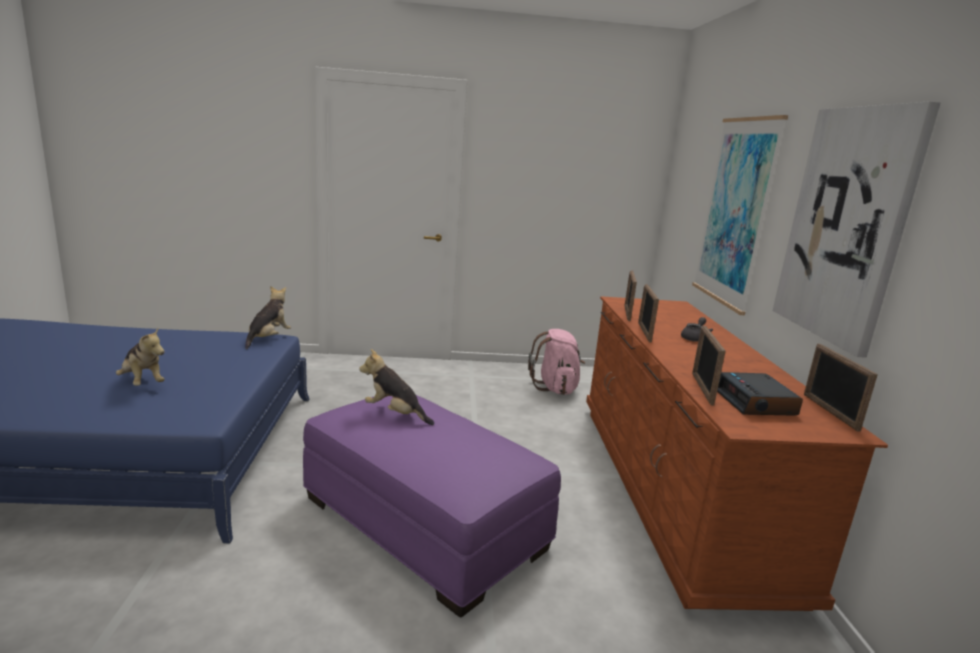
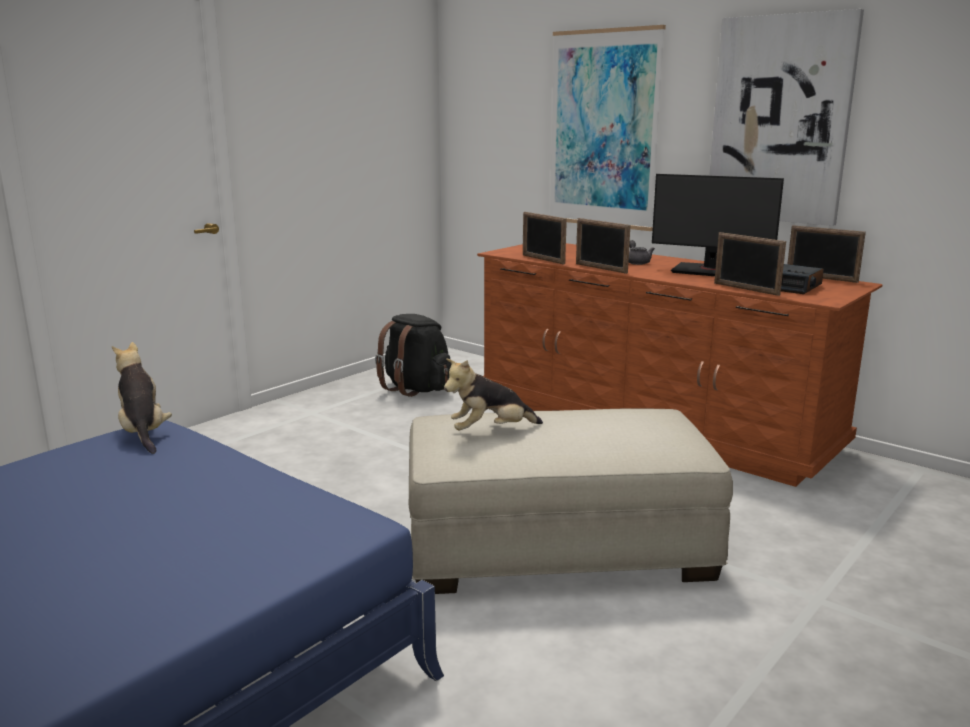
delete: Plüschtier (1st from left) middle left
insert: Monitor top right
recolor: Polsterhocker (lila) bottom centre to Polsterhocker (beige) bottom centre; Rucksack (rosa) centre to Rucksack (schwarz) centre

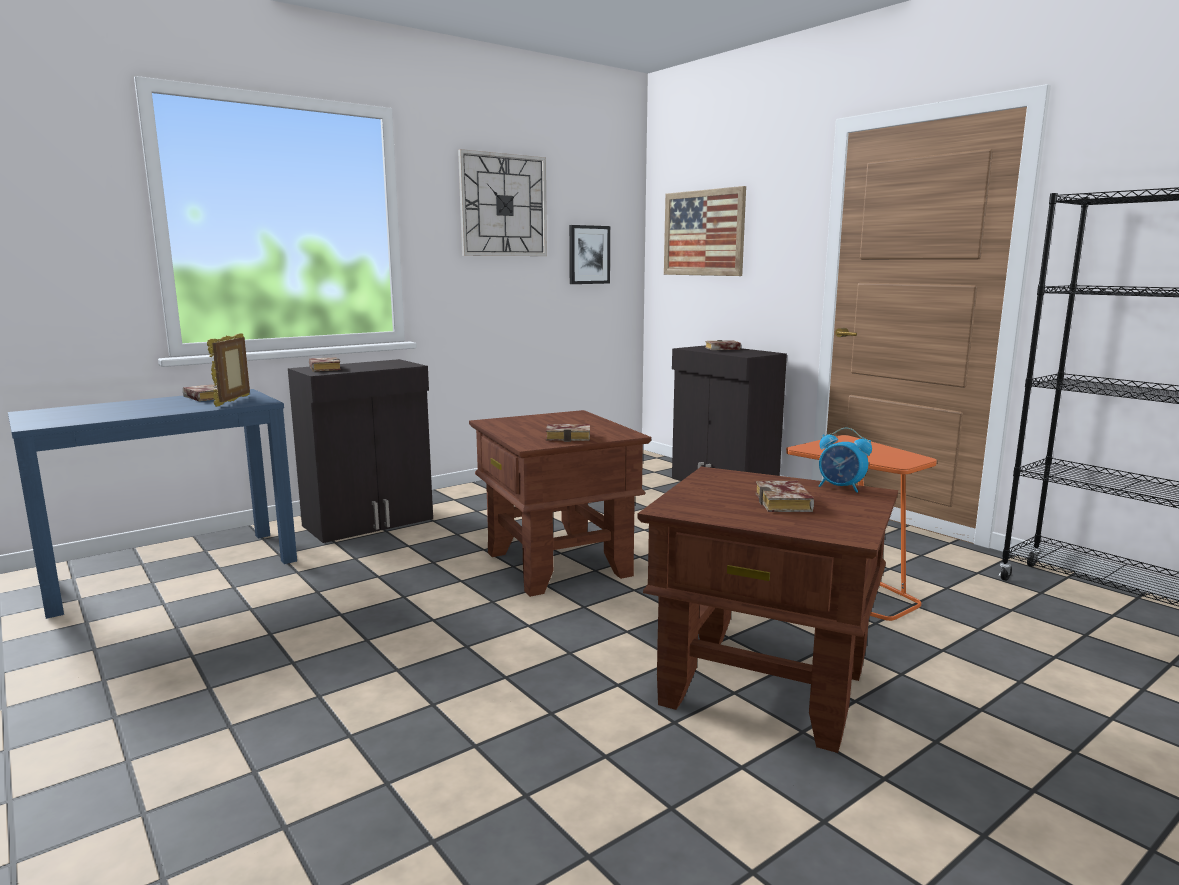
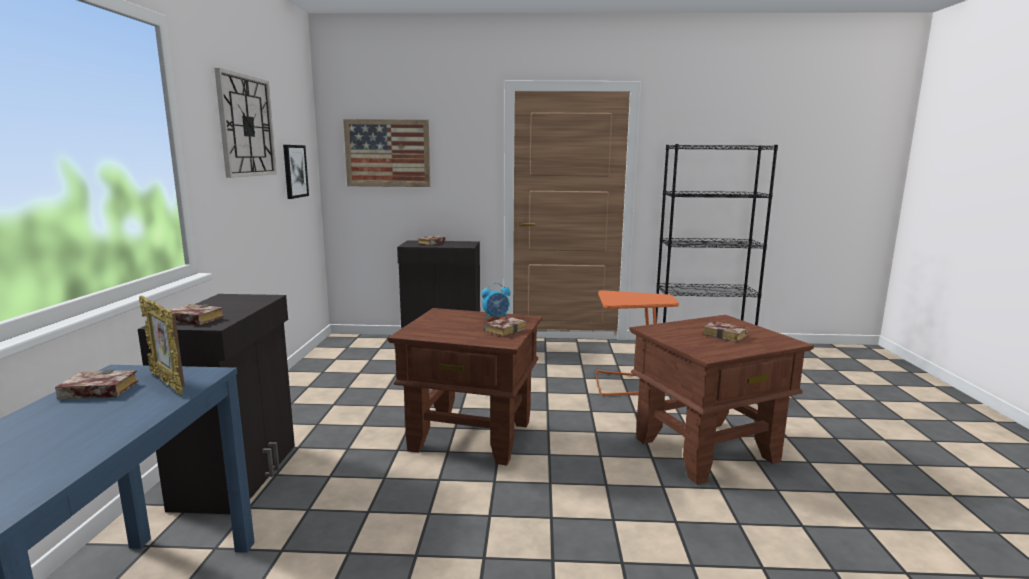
move: Wecker middle right to centre

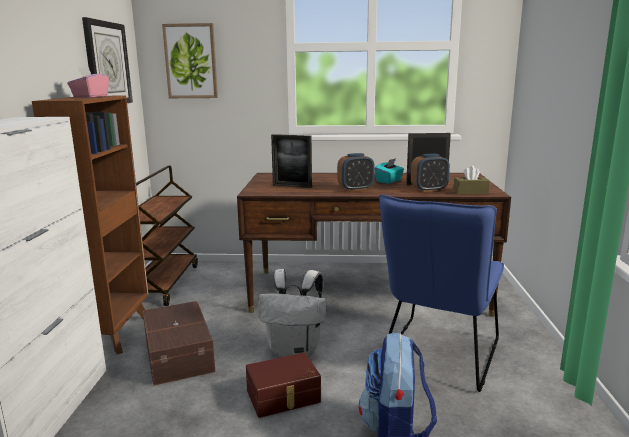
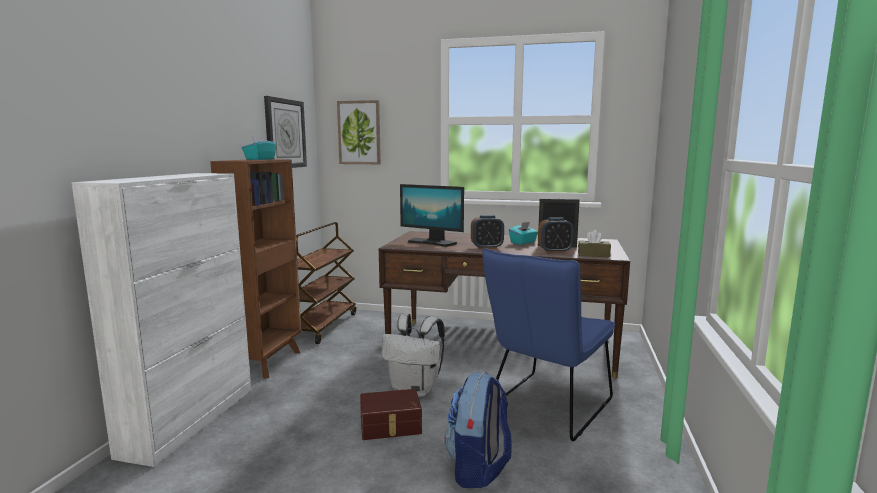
delete: Aufbewahrungsbox (braun) (1st from left) bottom left
replace: Bilderrahmen (1st from left) centre to Monitor centre
recolor: Taschentuchbox (rosa) top left to Taschentuchbox (türkis) (1st from left) top left

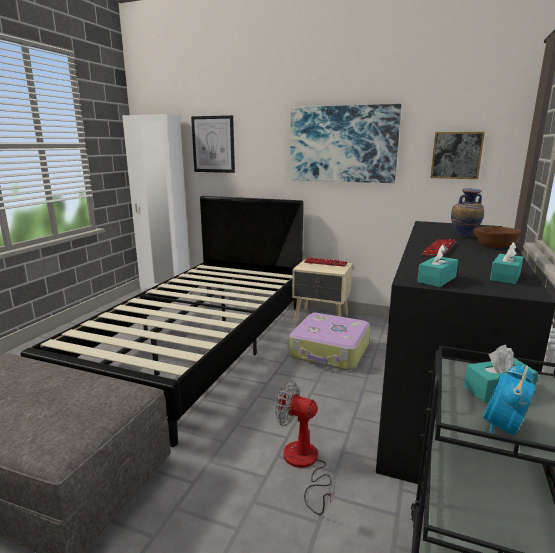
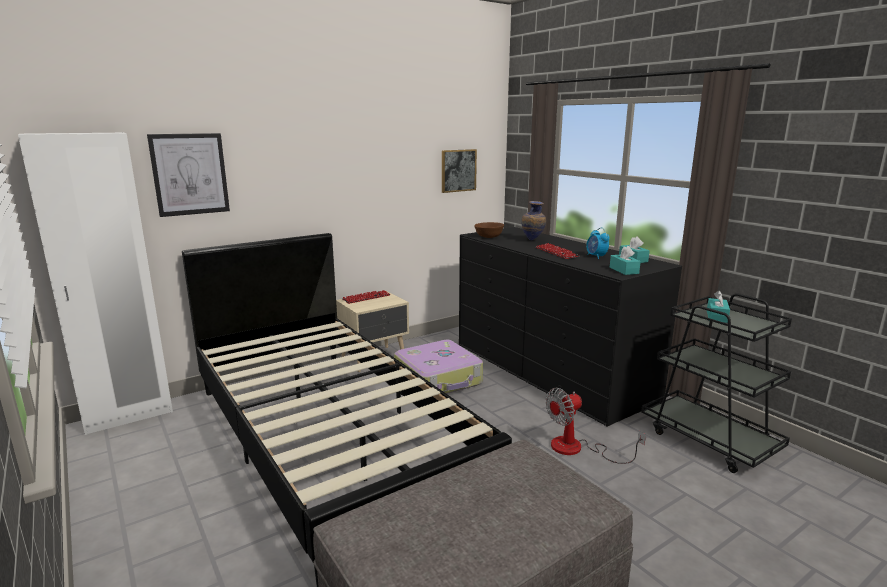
delete: Bild (2nd from left) top centre
move: Schüssel (braun) middle right to centre; Wecker bottom right to middle right

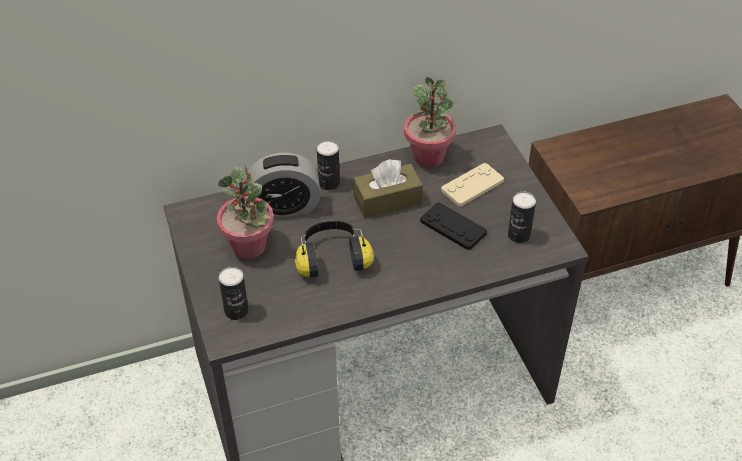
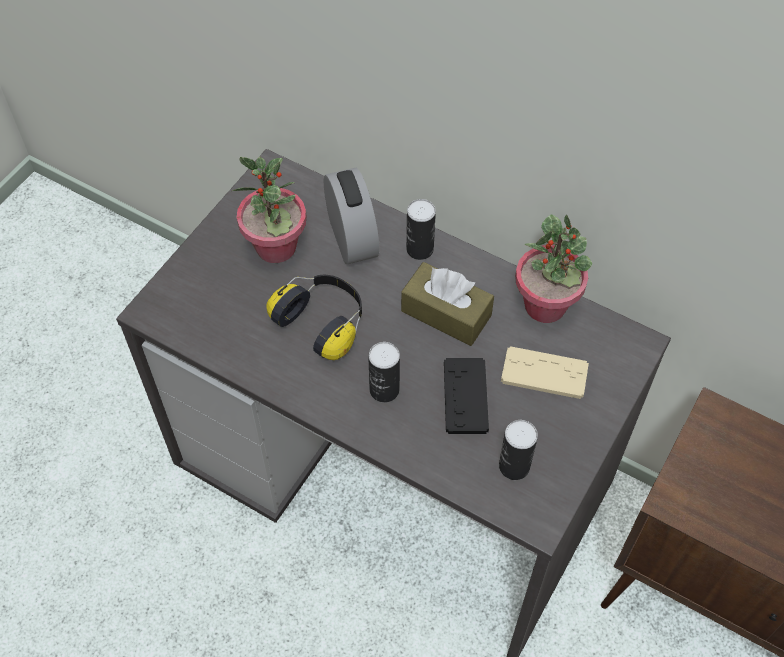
move: Dose (1st from left) middle left to centre
rotate: Wecker centre = top centre 150 degrees counterclockwise

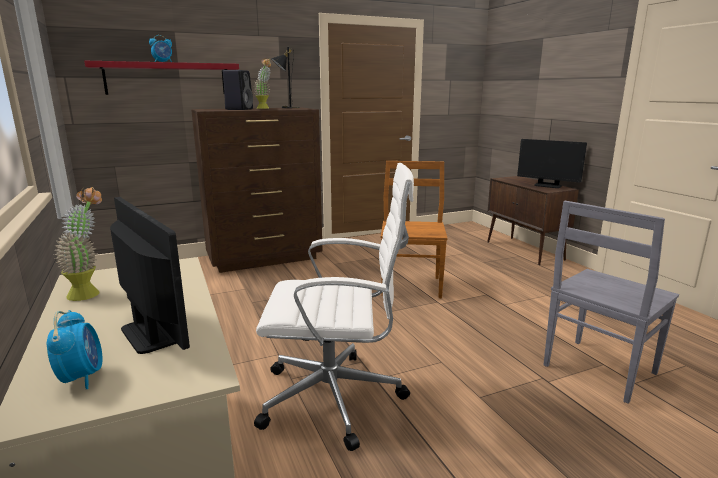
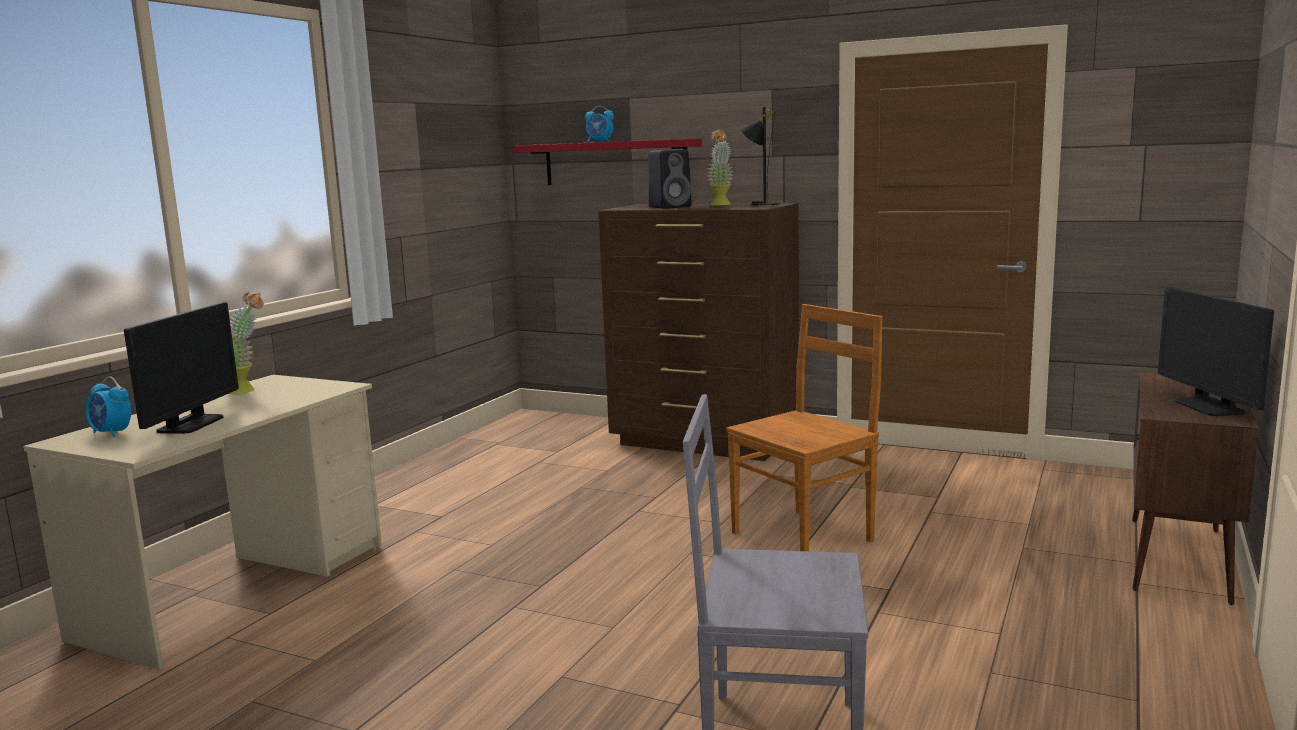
delete: Bürostuhl (weiß) centre
rotate: Wecker (1st from left) bottom left = middle left 90 degrees clockwise

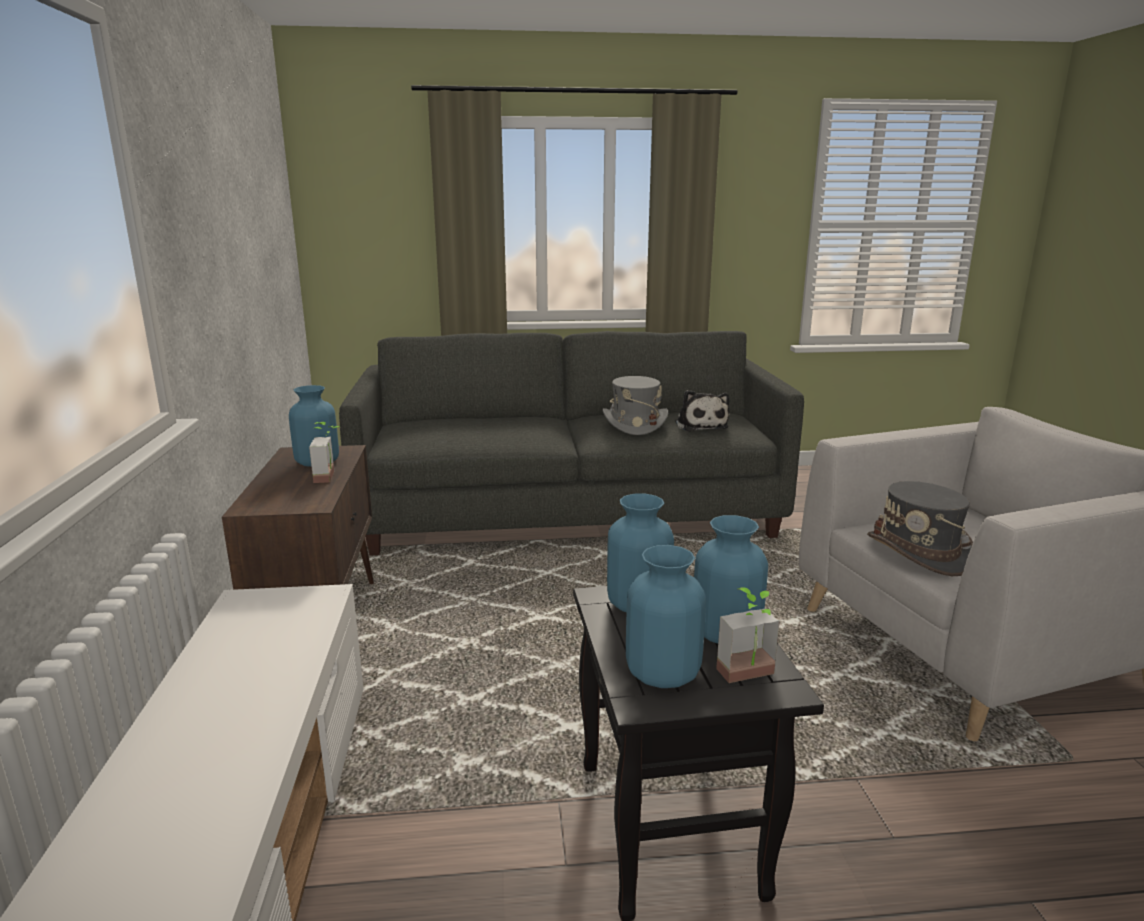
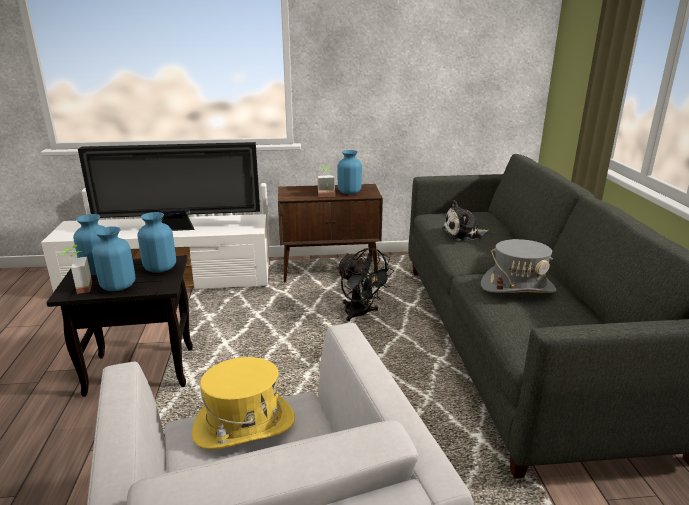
insert: Fernseher middle left; Ventilator (schwarz) centre
move: Plüschtier centre to middle right
recolor: Hut (grau) (2nd from left) middle right to Hut (gelb) bottom centre

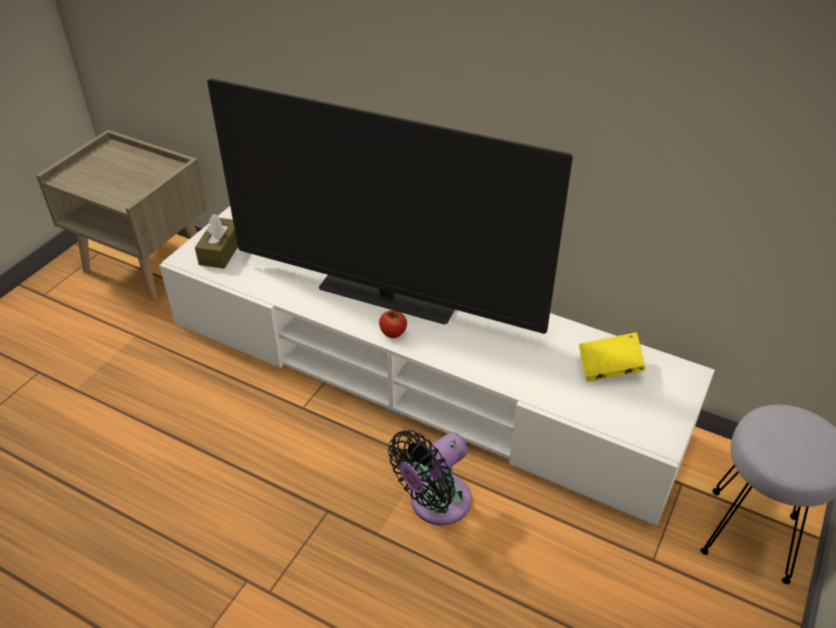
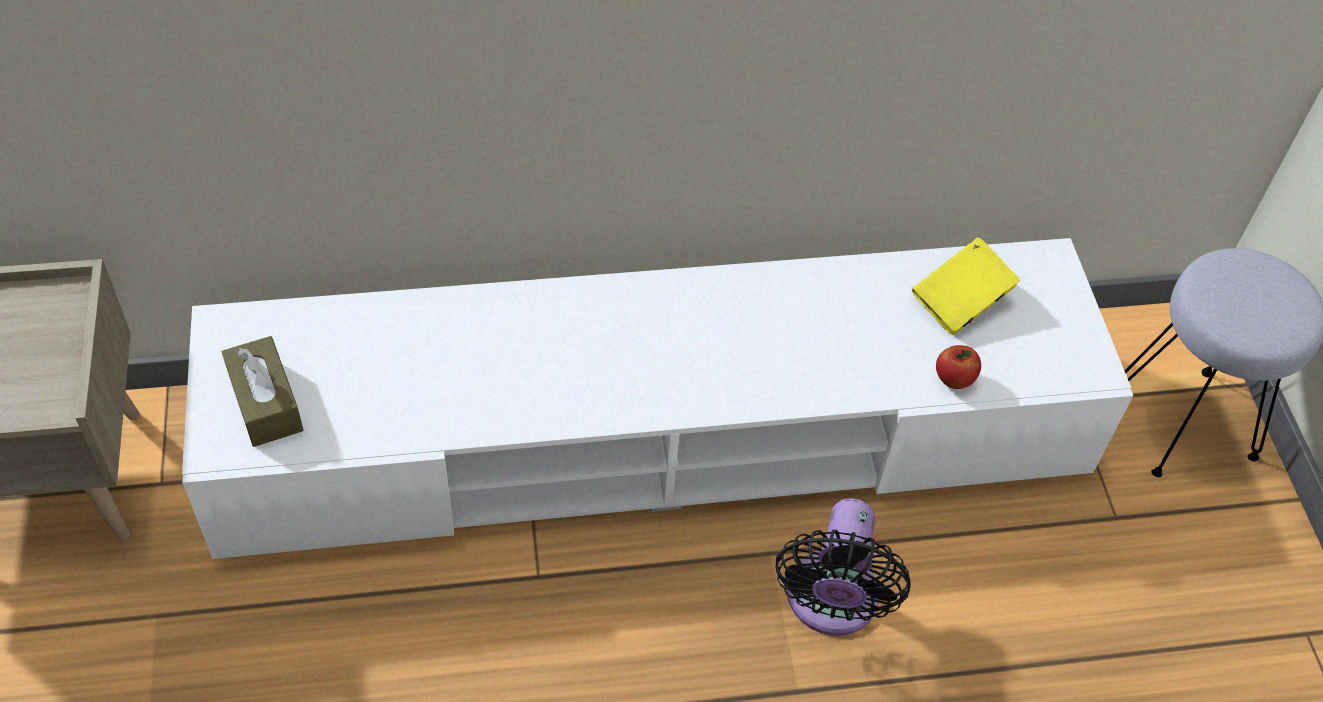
delete: Fernseher top centre
move: Apfel centre to middle right

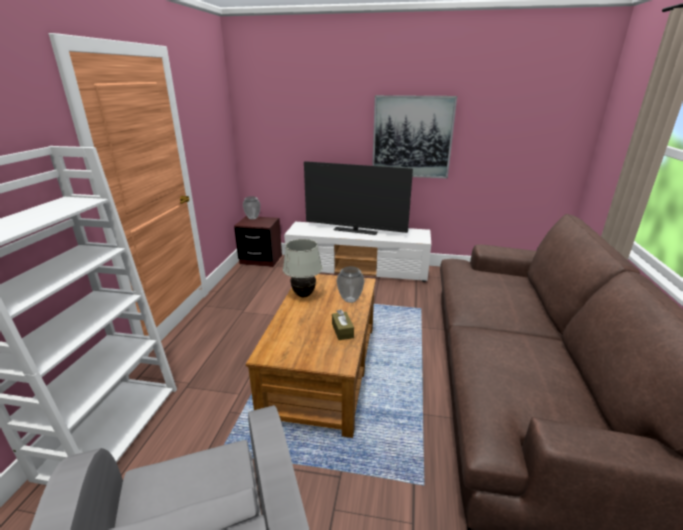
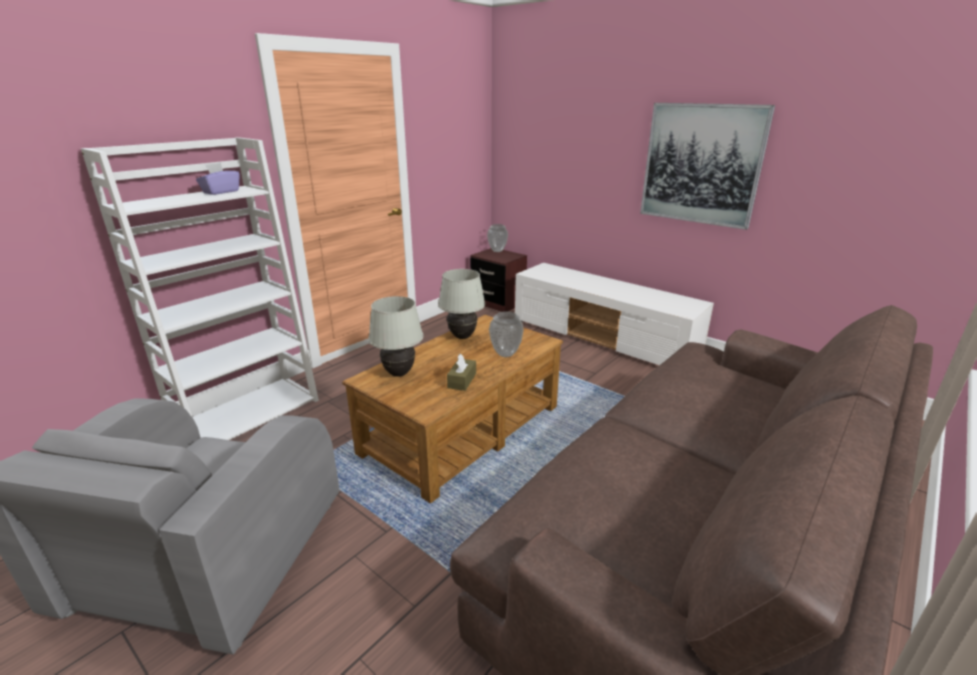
delete: Fernseher centre
insert: Taschentuchbox (lila) top left; Tischlampe (weiß) (1st from left) centre

